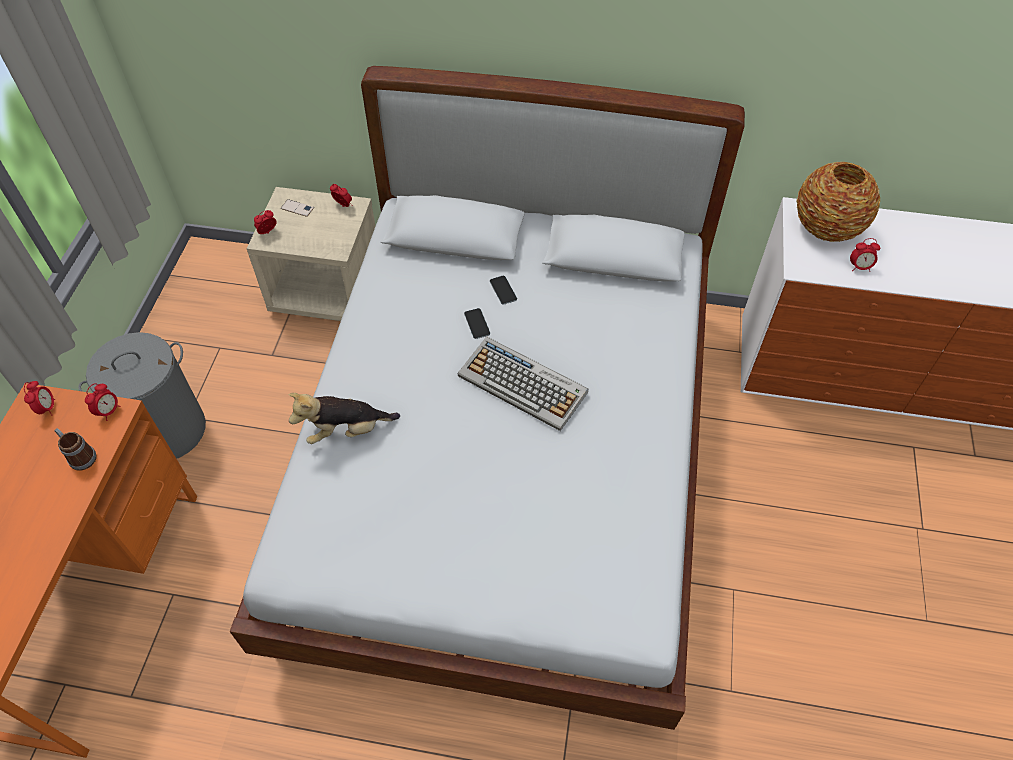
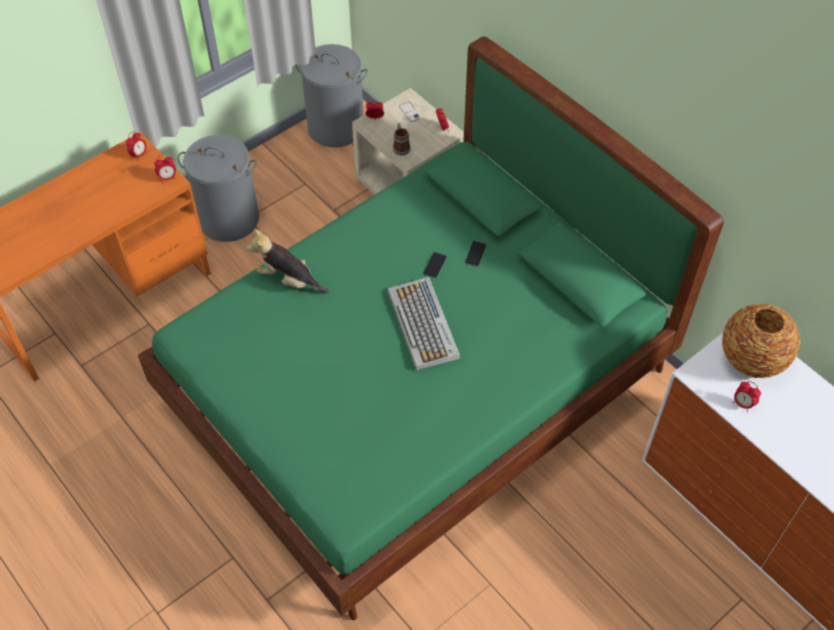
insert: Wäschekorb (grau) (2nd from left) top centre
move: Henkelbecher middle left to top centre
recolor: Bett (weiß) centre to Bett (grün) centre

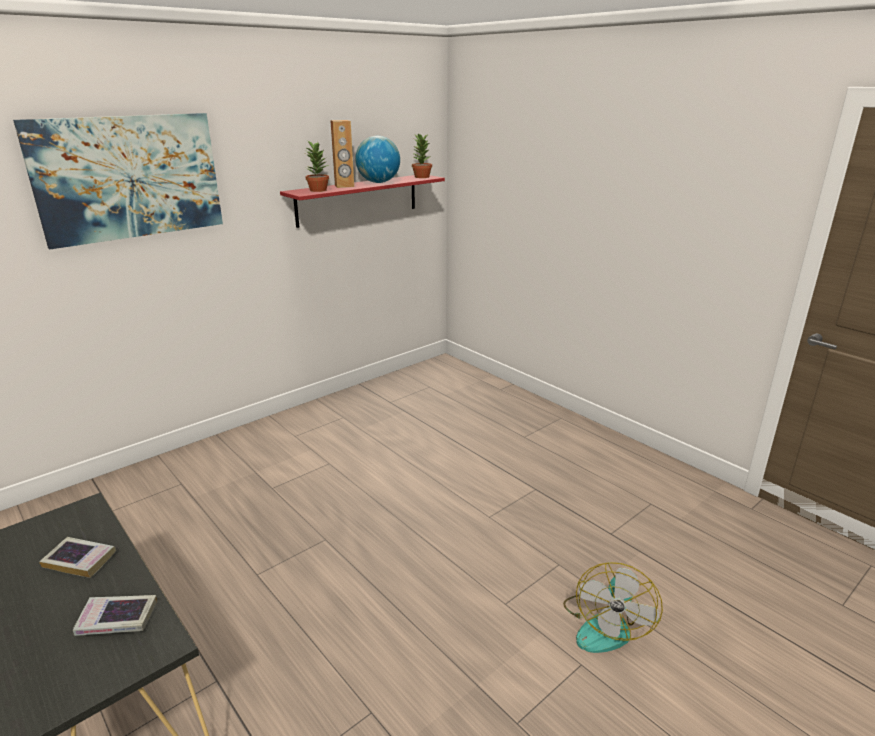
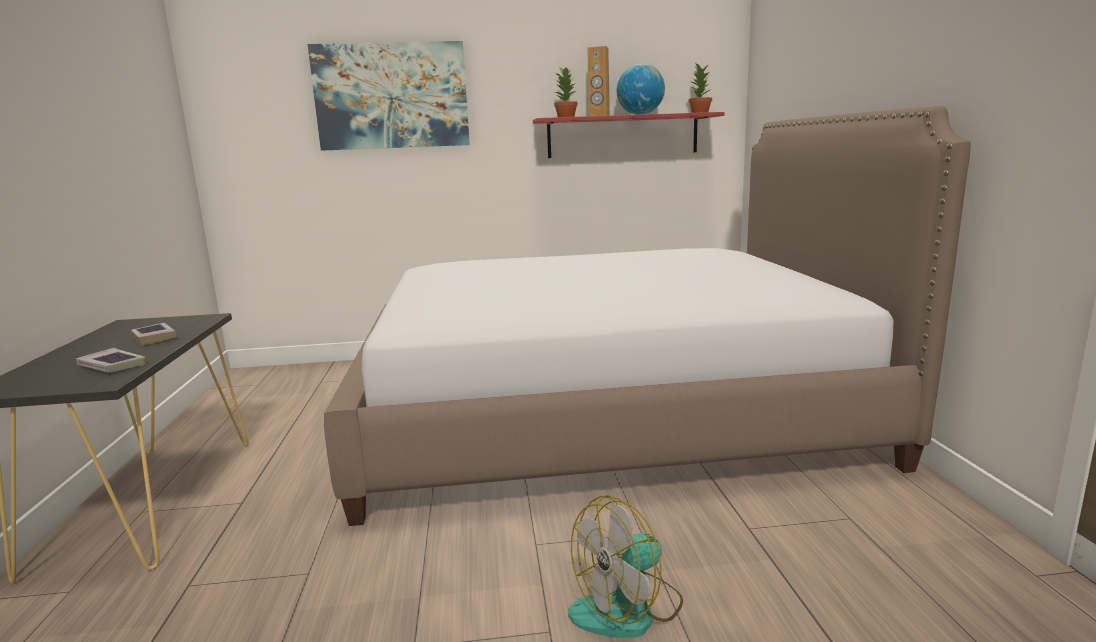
insert: Bett centre

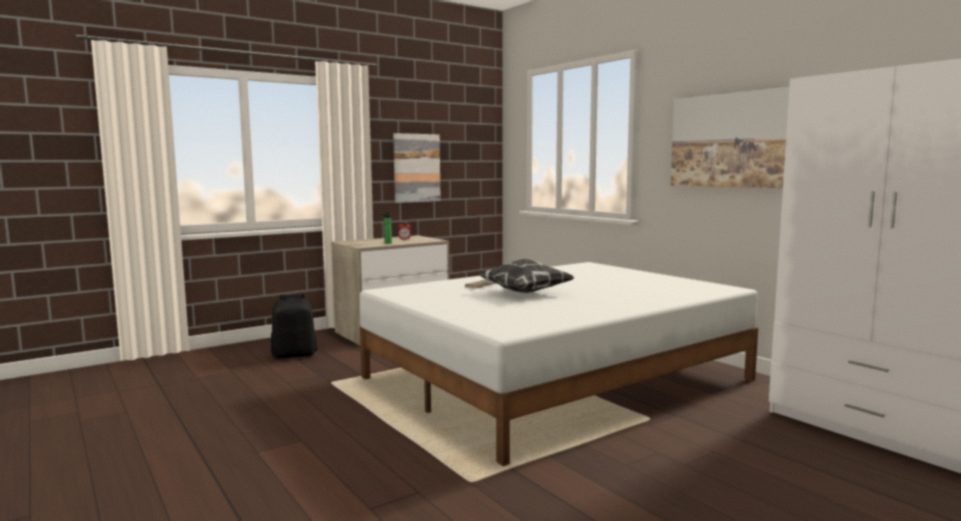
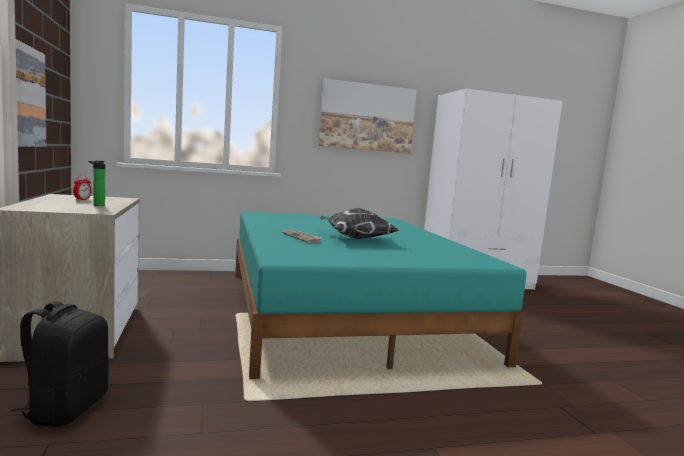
recolor: Bett (weiß) bottom centre to Bett (türkis) centre

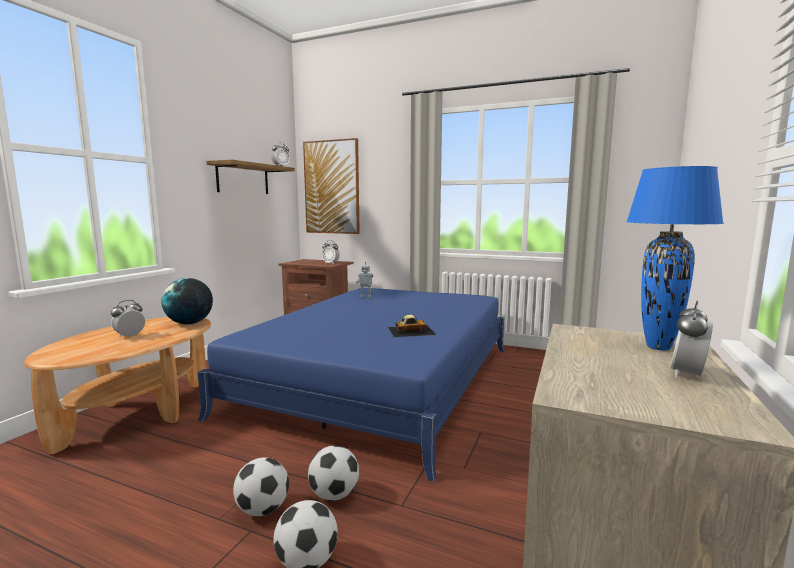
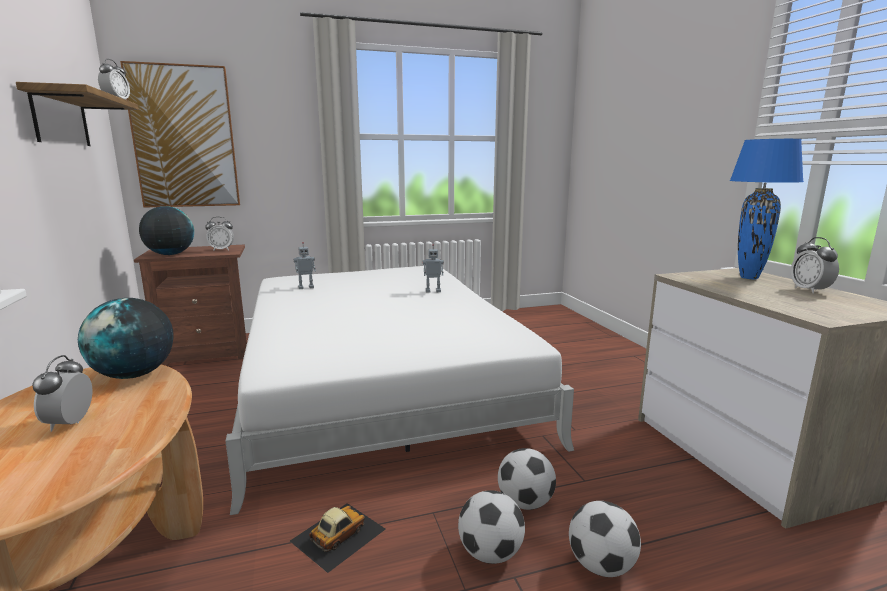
insert: Globus (2nd from left) middle left; Spielzeugroboter (2nd from left) centre
move: Spielzeugauto centre to bottom centre
recolor: Bett (blau) bottom centre to Bett (weiß) centre

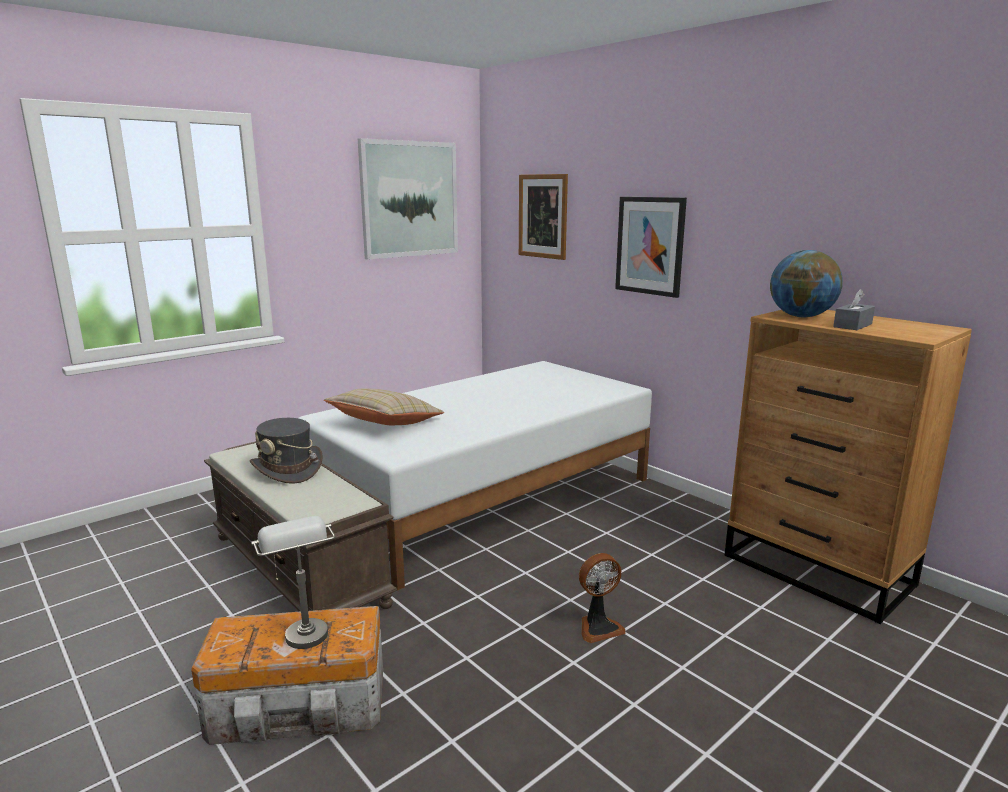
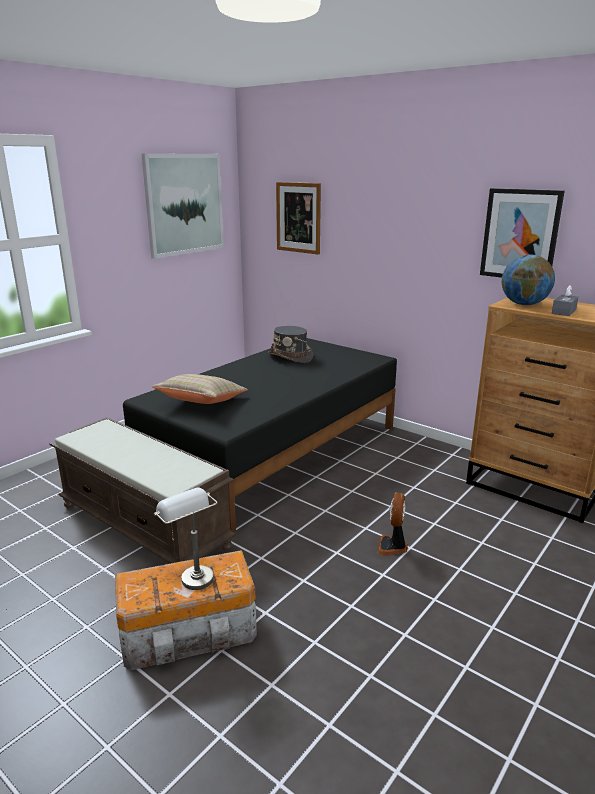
move: Hut (grau) middle left to centre; Bild (3rd from left) top centre to top right
recolor: Bett (weiß) centre to Bett (schwarz) centre
rotate: Ventilator bottom centre = centre 135 degrees clockwise

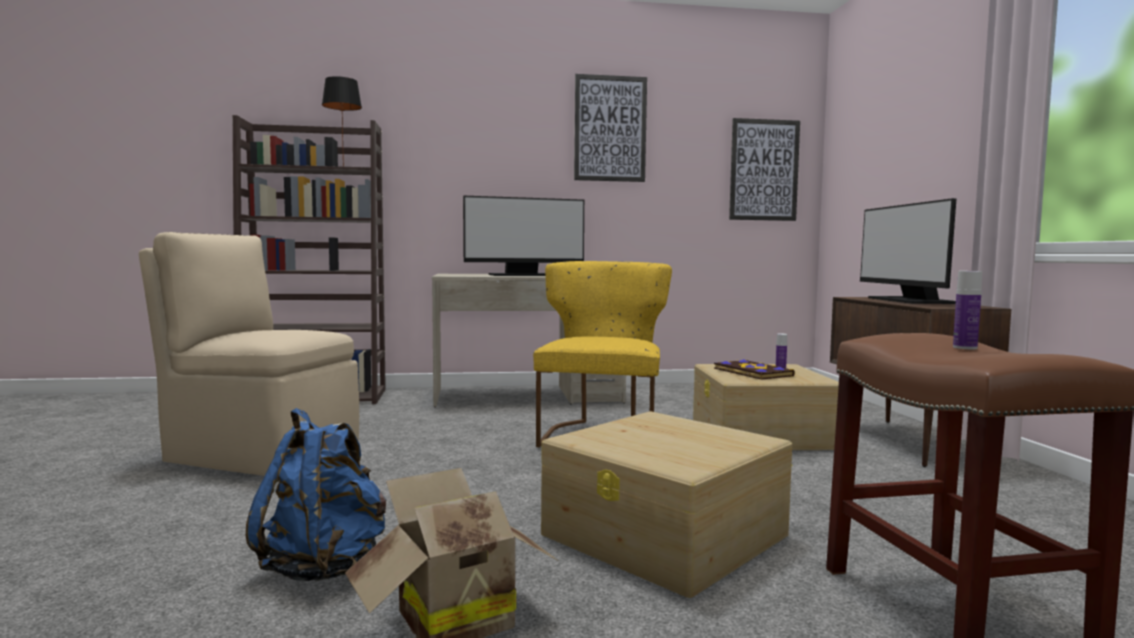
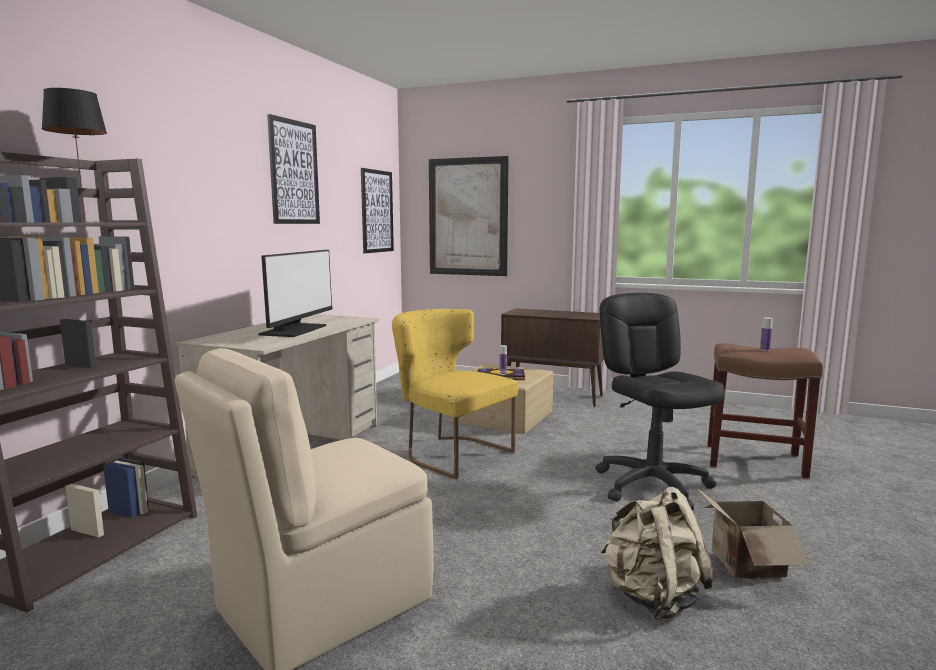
delete: Monitor (2nd from left) middle right
insert: Bild (3rd from left) top centre
replace: Aufbewahrungsbox (beige) (1st from left) bottom centre to Bürostuhl (schwarz) middle right
recolor: Rucksack (blau) bottom left to Rucksack (beige) bottom right

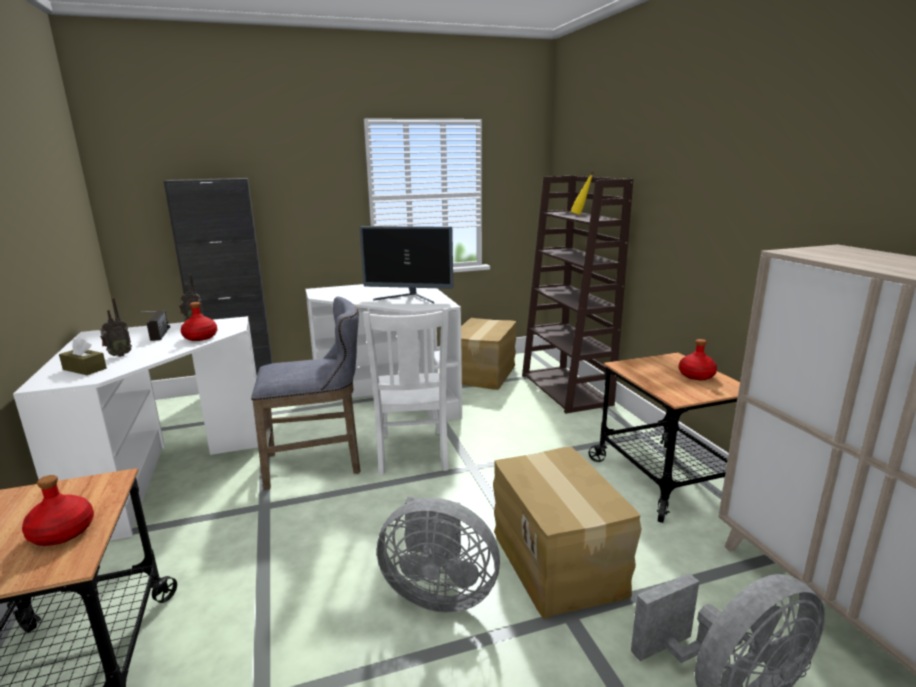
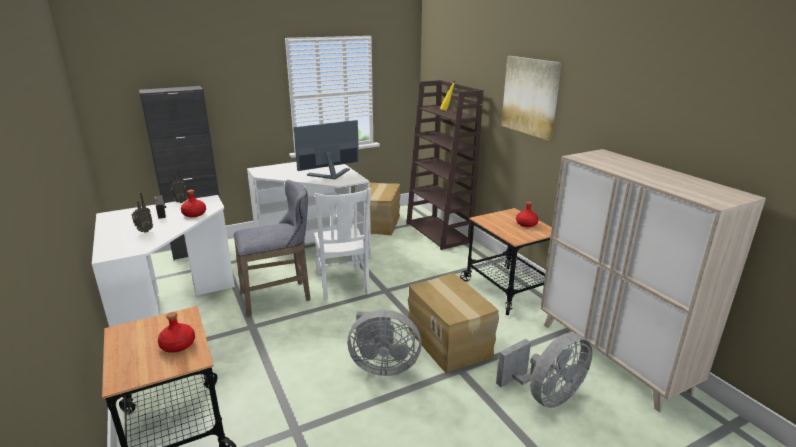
delete: Taschentuchbox (braun) middle left
insert: Bild top right
rotate: Monitor centre = centre 150 degrees clockwise

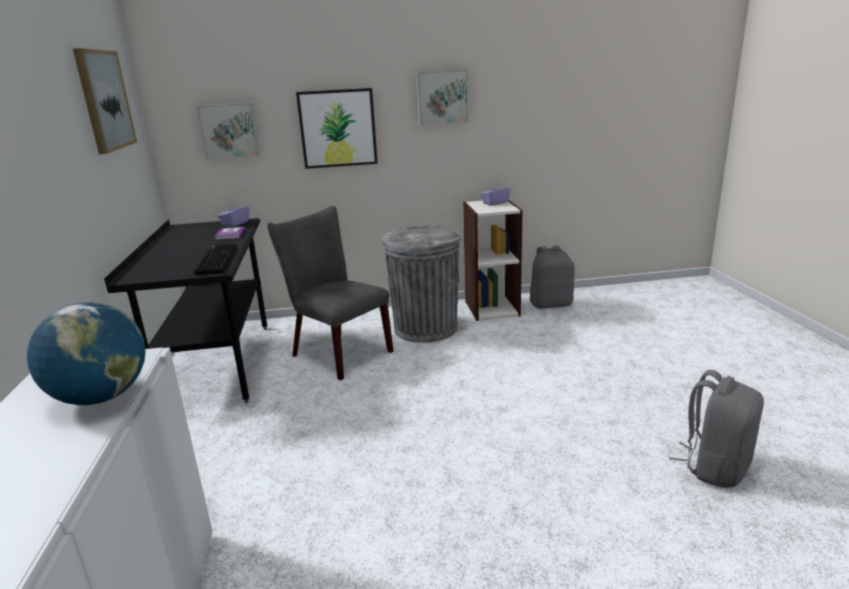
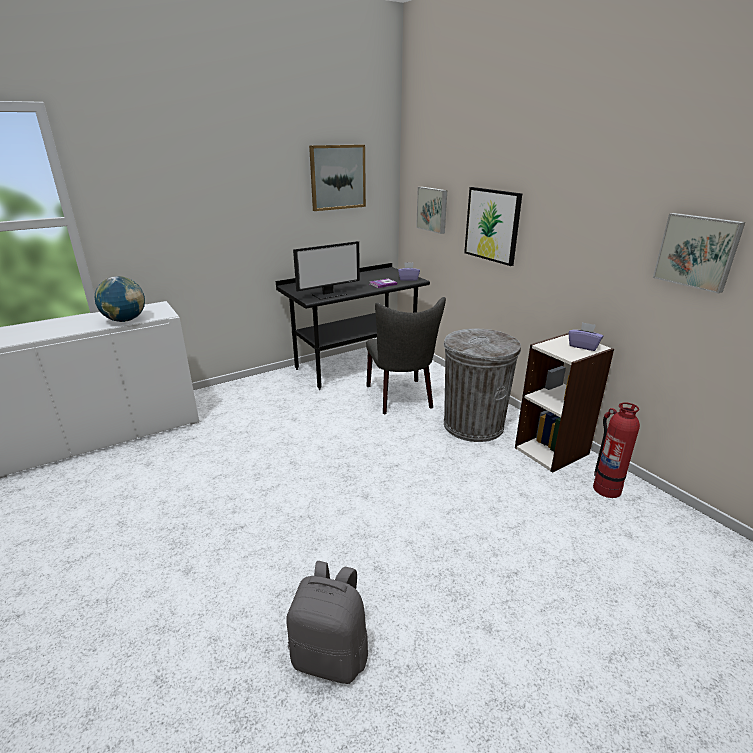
move: Bild (4th from left) top centre to middle right
replace: Tastatur middle left to Monitor centre; Rucksack (grau) (1st from left) centre to Feuerlöscher middle right
rotate: Stuhl (grau) centre = centre 150 degrees clockwise

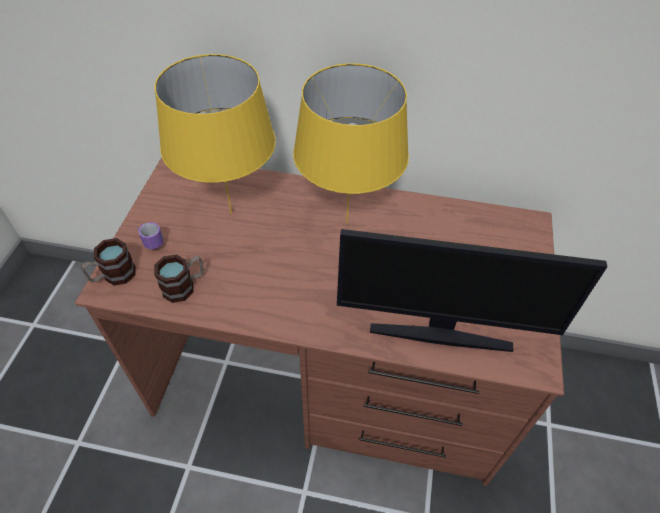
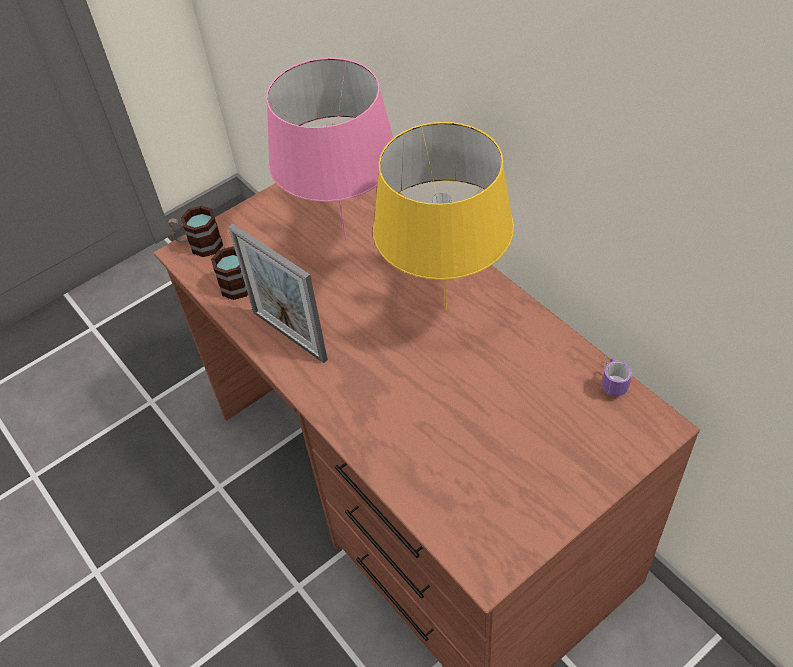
delete: Monitor middle right
insert: Bilderrahmen centre
move: Henkelbecher (2nd from left in the first image) middle left to Henkelbecher (3rd from left) middle right
recolor: Tischlampe (gelb) (1st from left) top left to Tischlampe (rosa) top centre

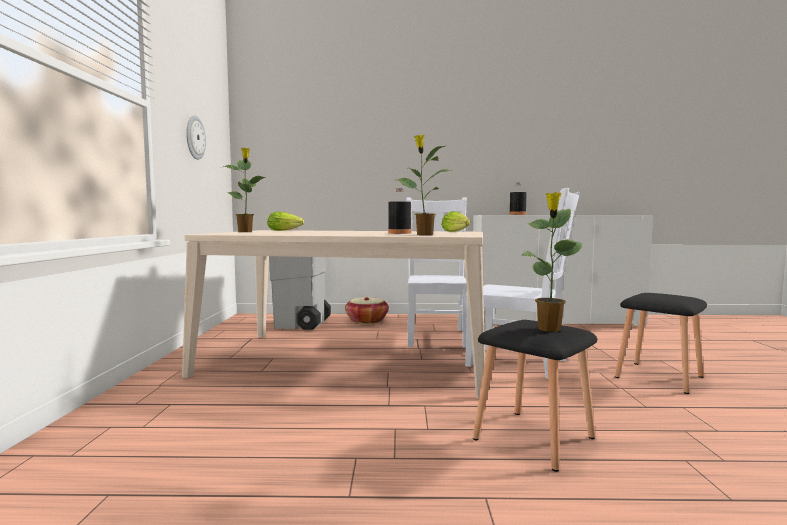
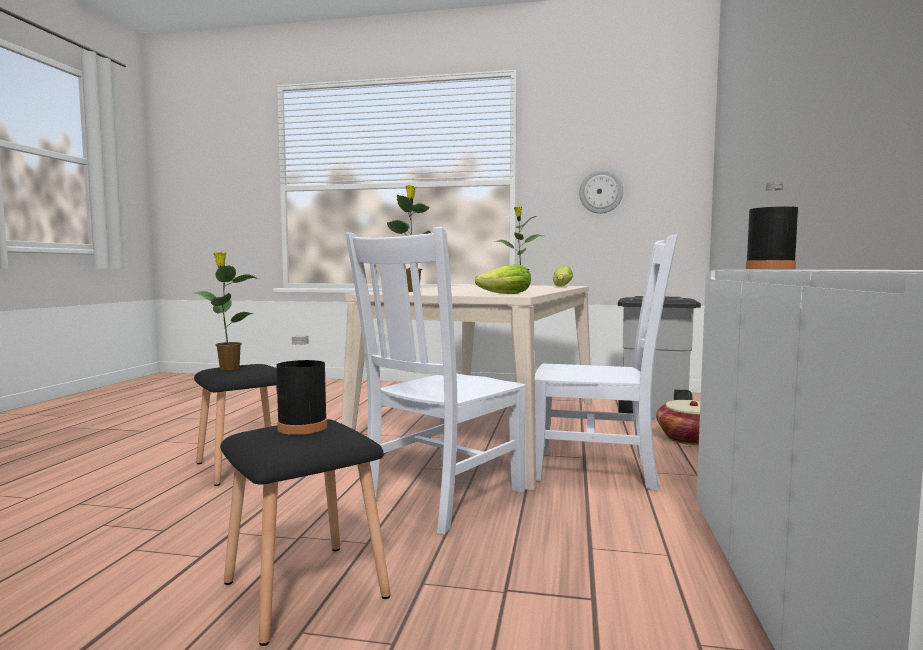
move: Flasche (schwarz) (1st from left) centre to middle left

